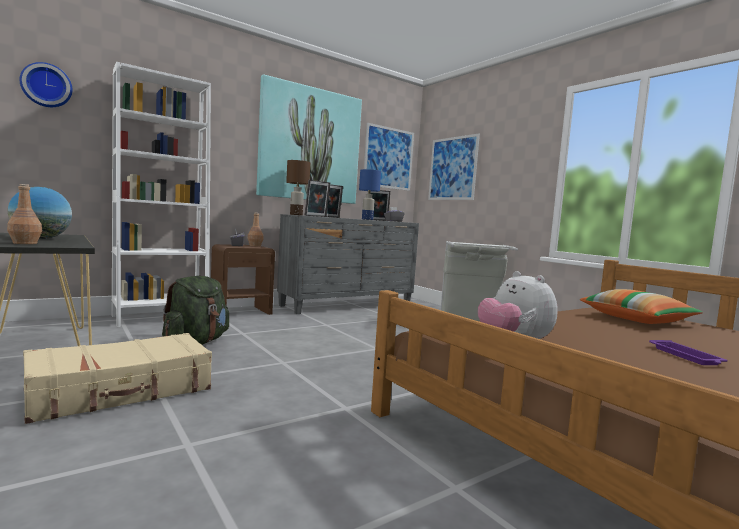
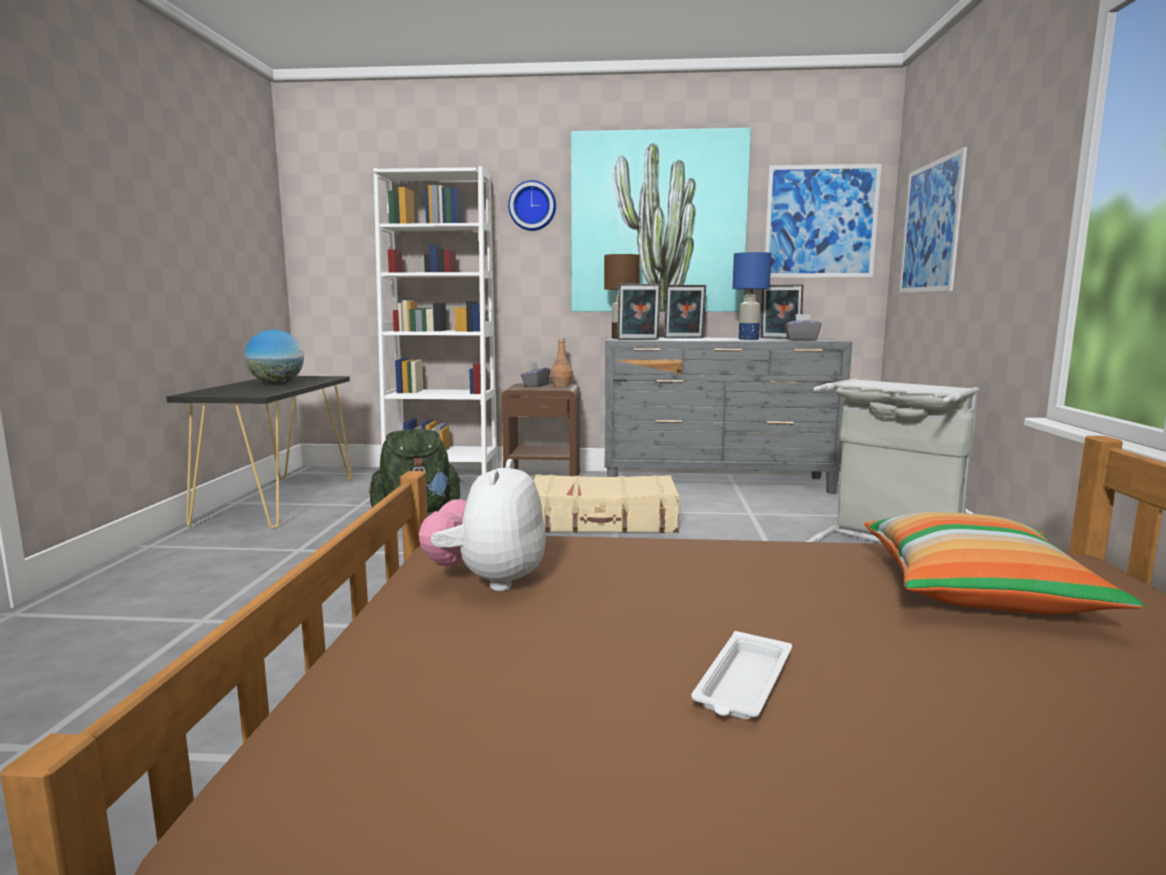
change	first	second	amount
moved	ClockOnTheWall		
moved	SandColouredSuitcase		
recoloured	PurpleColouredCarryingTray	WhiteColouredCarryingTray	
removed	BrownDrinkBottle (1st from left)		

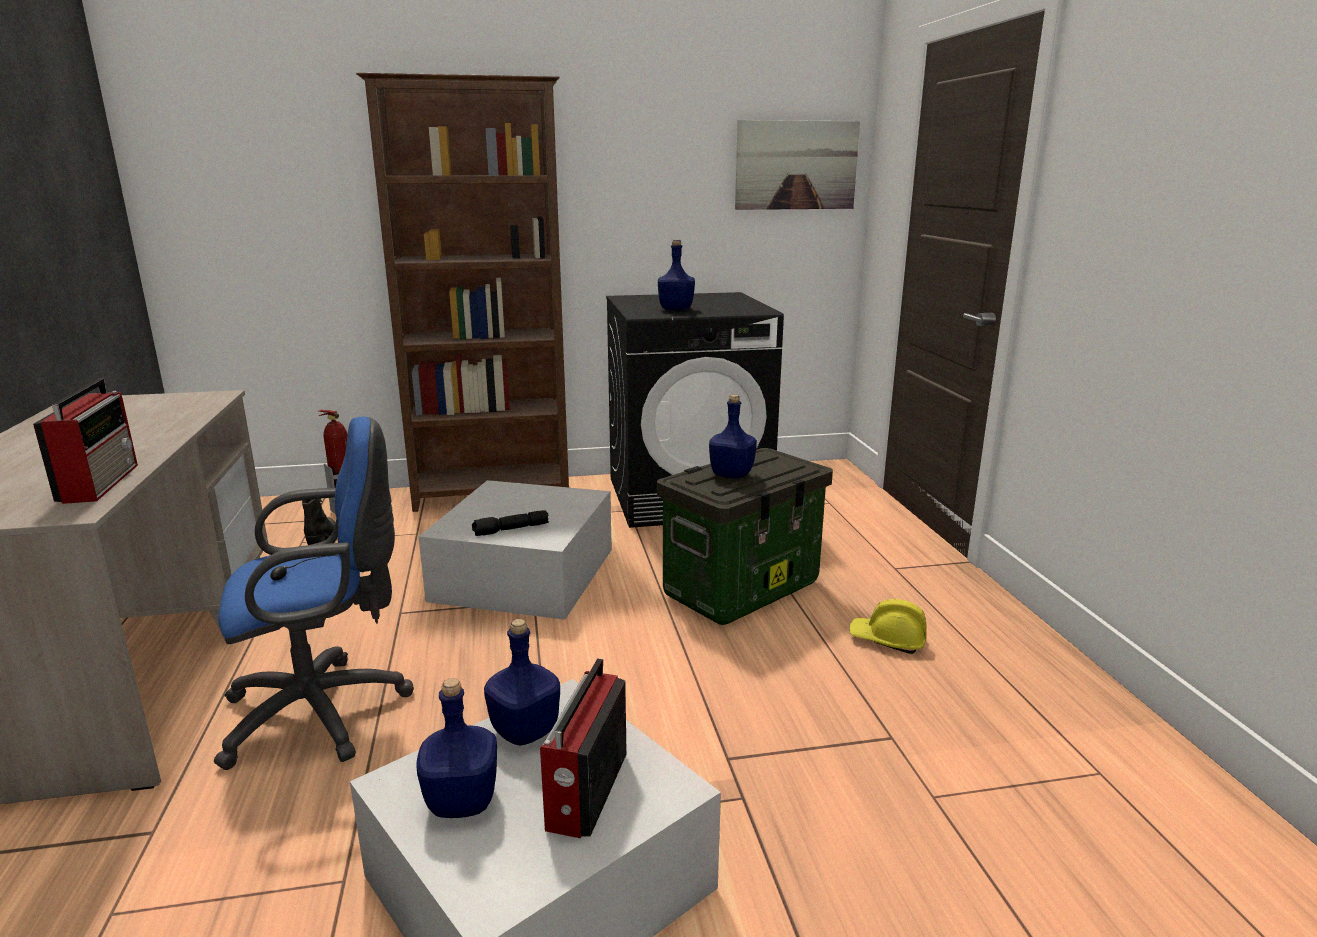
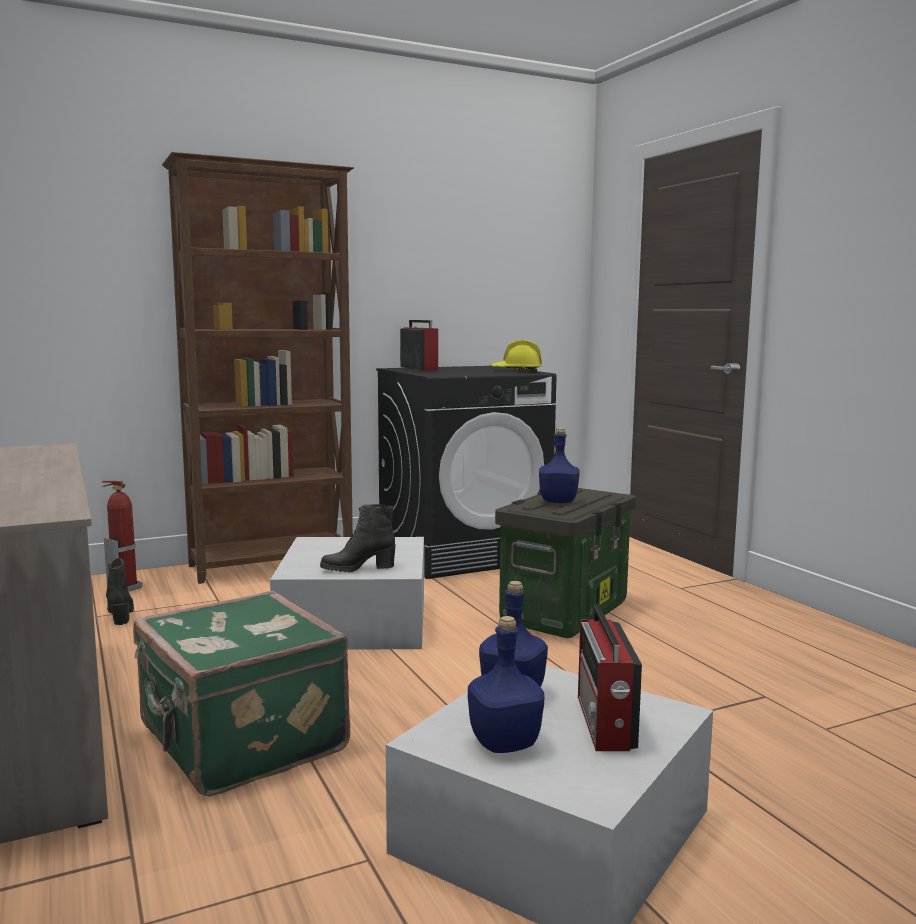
change	first	second	amount
replaced	BlueColouredDeskChair	GreenSuitcase	
replaced	BlackishFlashlight	BlackishTallBoot (2nd from left)	
moved	RadioReceiver (1st from left)		
moved	YellowSafetyHelmet		
removed	BlueColouredDrinkBottle (3rd from left)		
removed	WallArt		

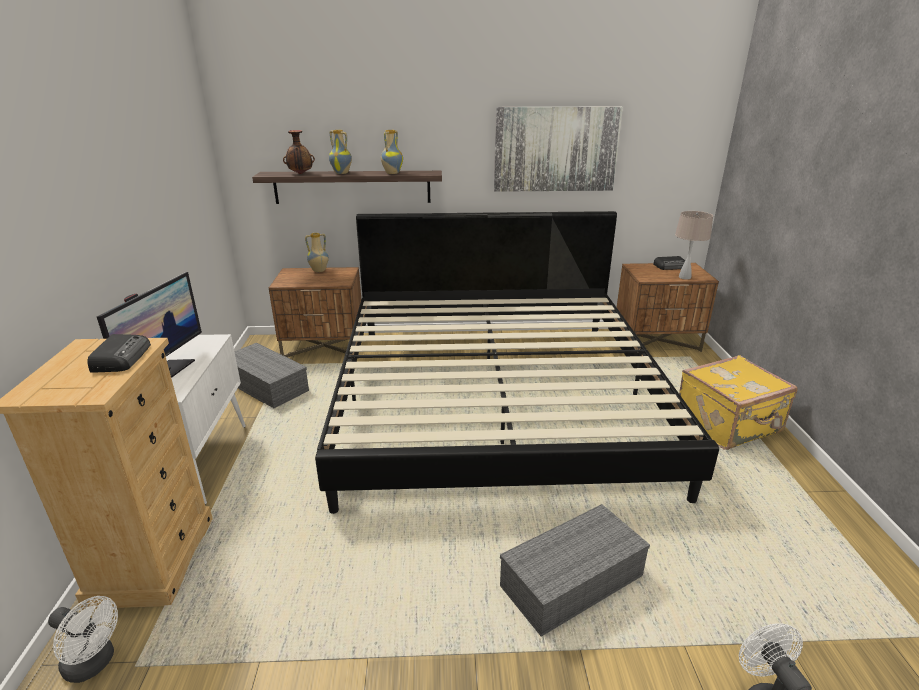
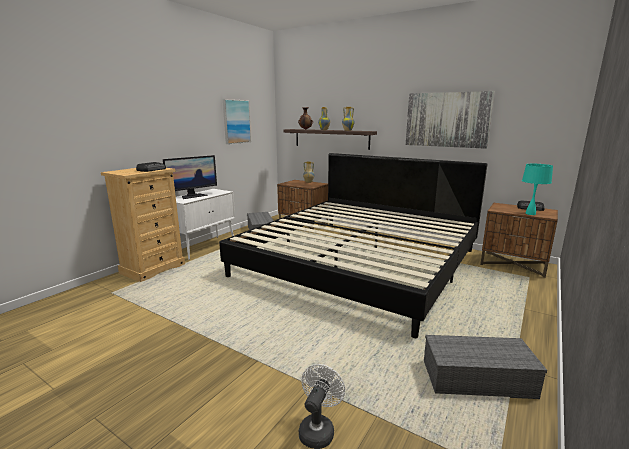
change	first	second	amount
added		WallArt (1st from left)	
moved	GreyStorageBox (2nd from left)		
recoloured	SandColouredTableLamp	TurquoiseTableLamp	
removed	WhiteColouredFan (1st from left)		
removed	YellowSuitcase		

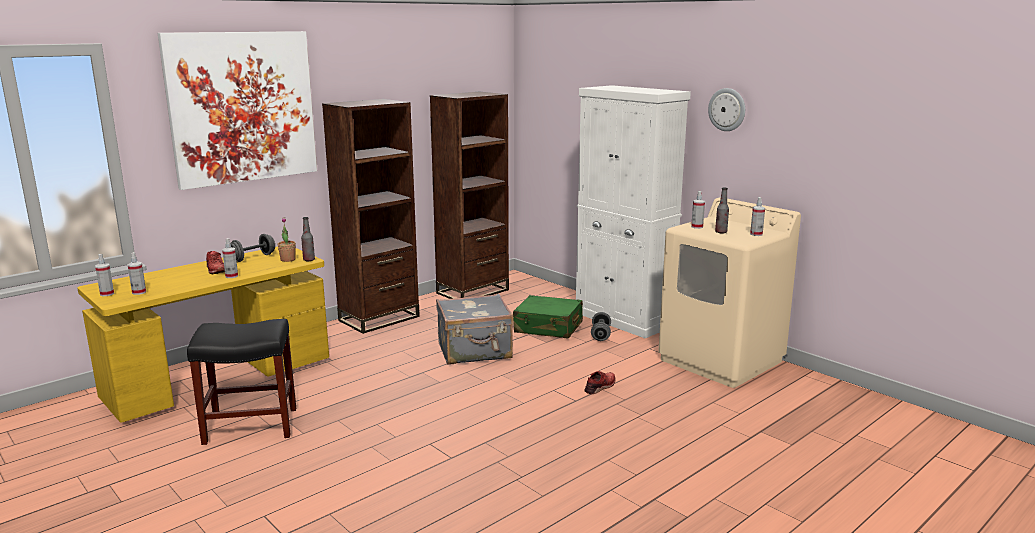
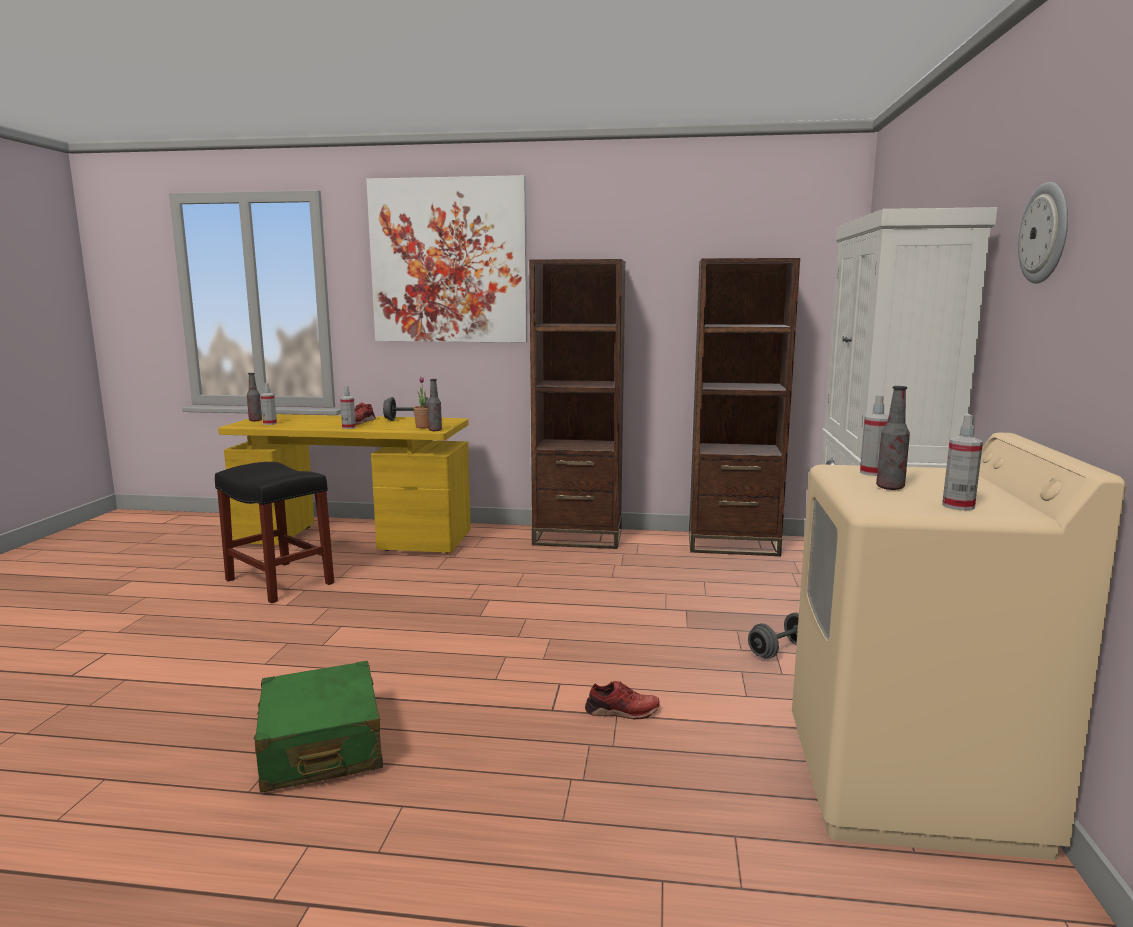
change	first	second	amount
replaced	Sprayer (1st from left)	DrinkBottle (1st from left)	
moved	GreenSuitcase		
removed	GreySuitcase		

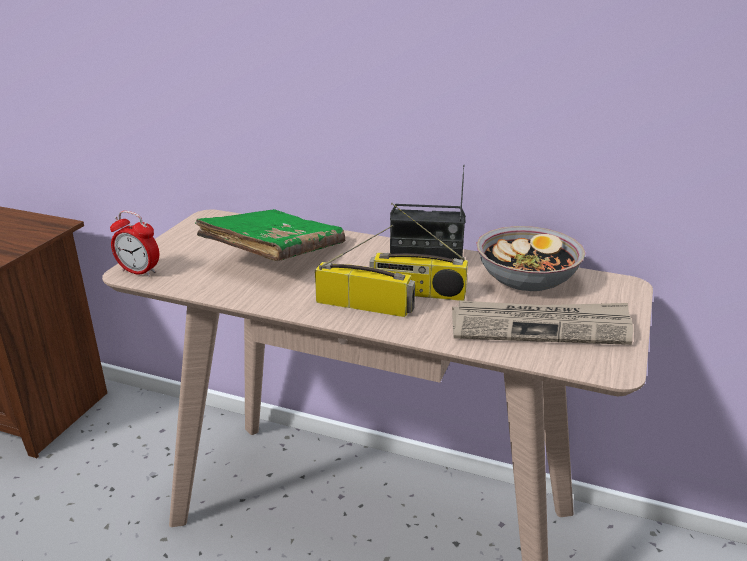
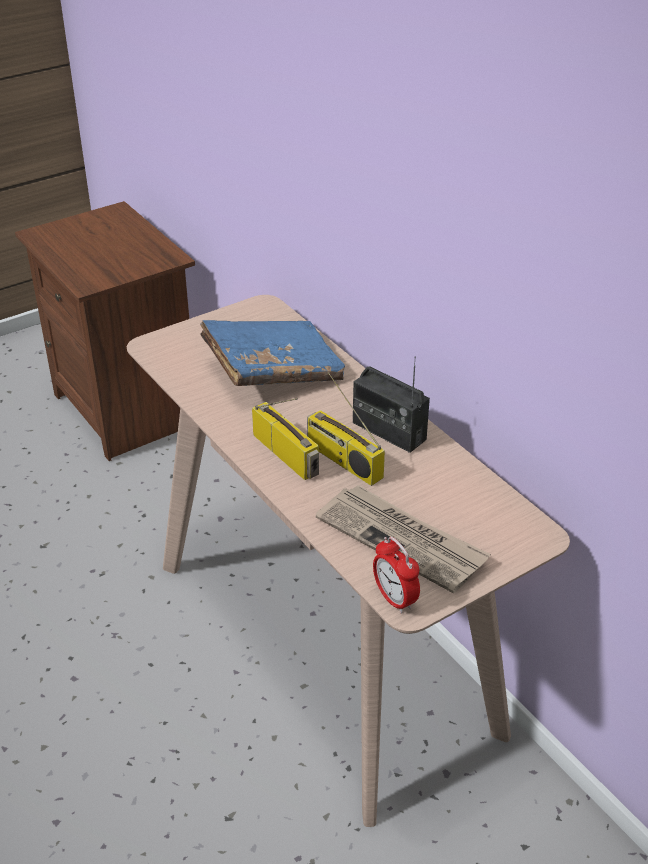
change	first	second	amount
recoloured	GreenBook	BlueColouredBook	
moved	AlarmClock		
removed	DeepDish		

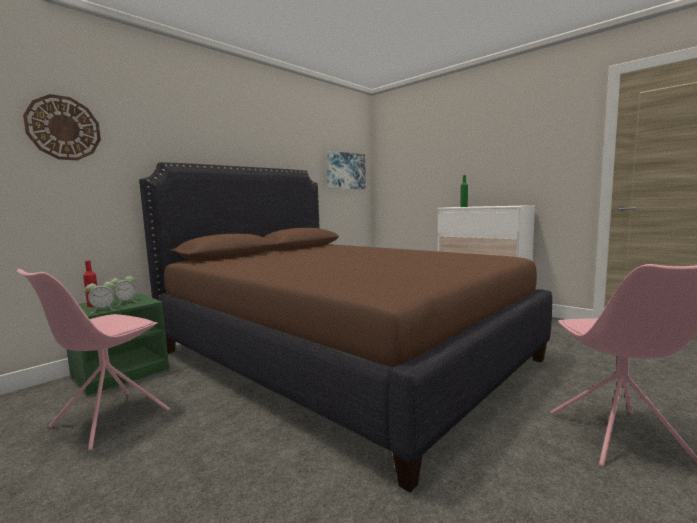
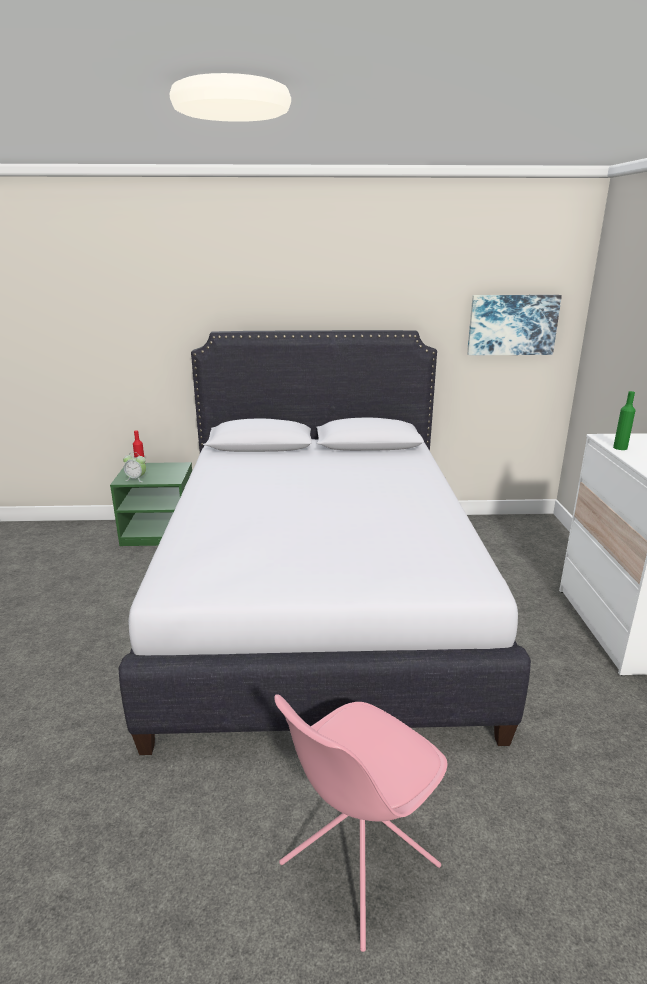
change	first	second	amount
recoloured	BrownBed	WhiteColouredBed	
removed	PinkColouredPlainChair (1st from left)		
removed	ClockOnTheWall		
removed	AlarmClock (2nd from left)		

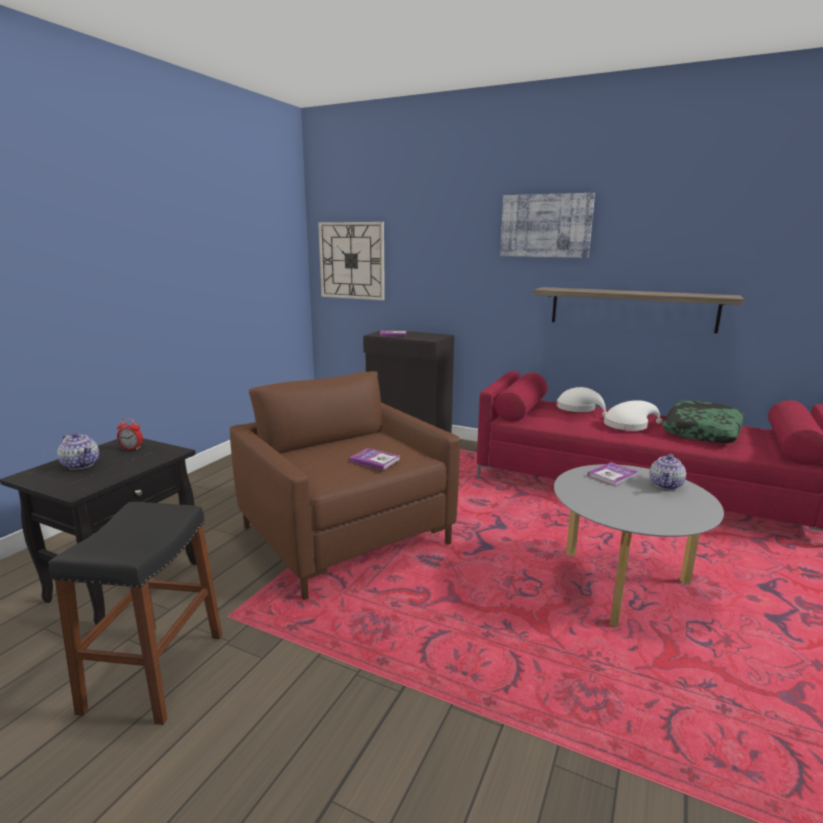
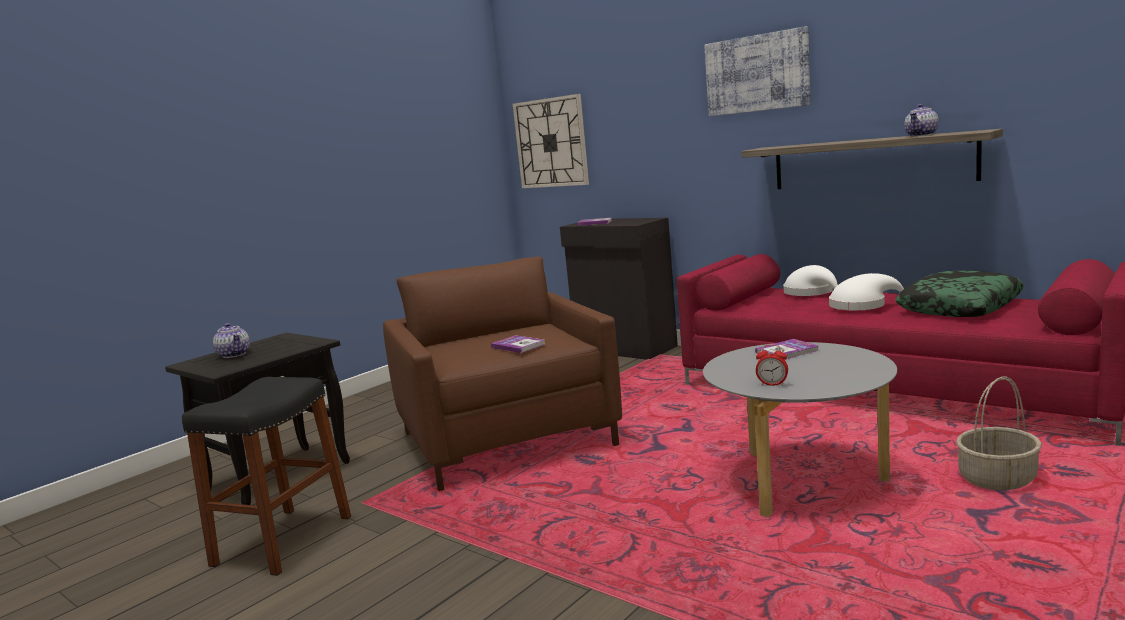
change	first	second	amount
moved	AlarmClock		
moved	Teapot (2nd from left)		
added		HouseholdBasket	

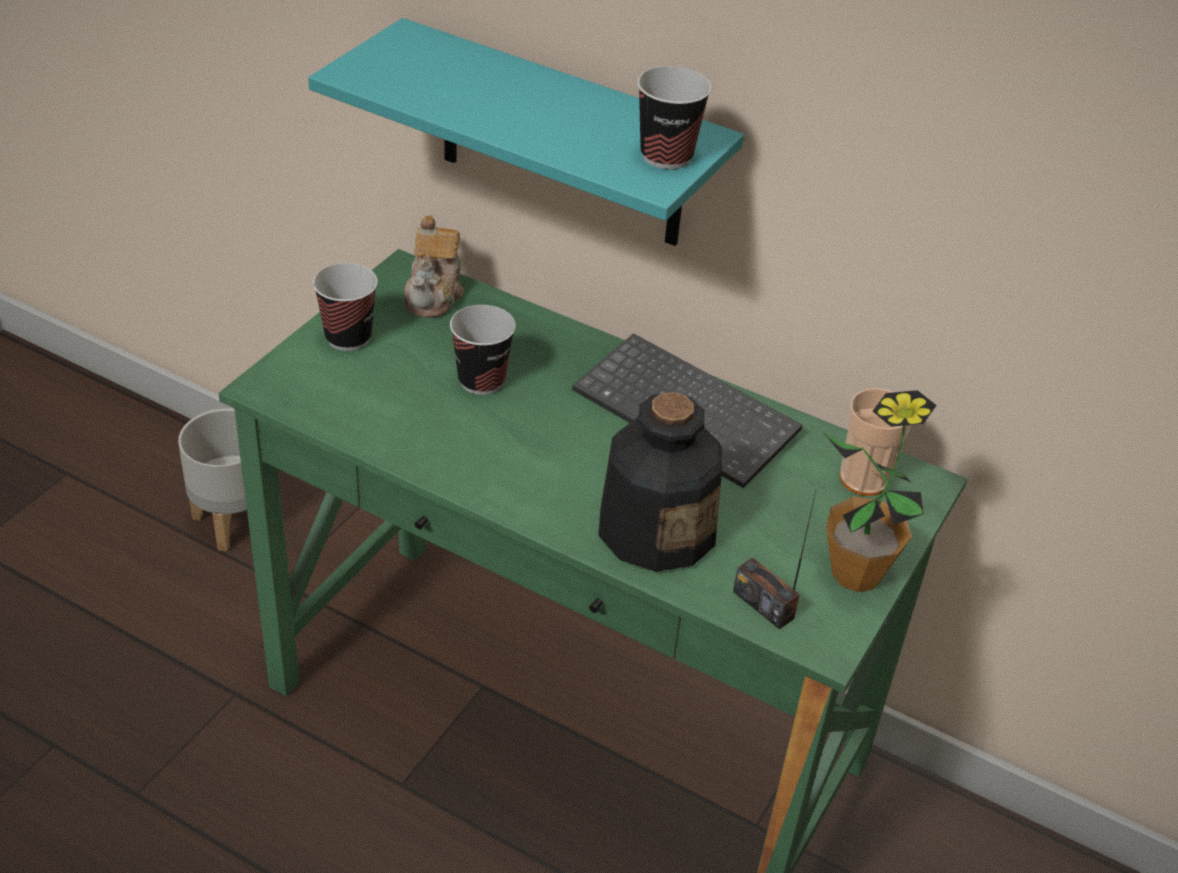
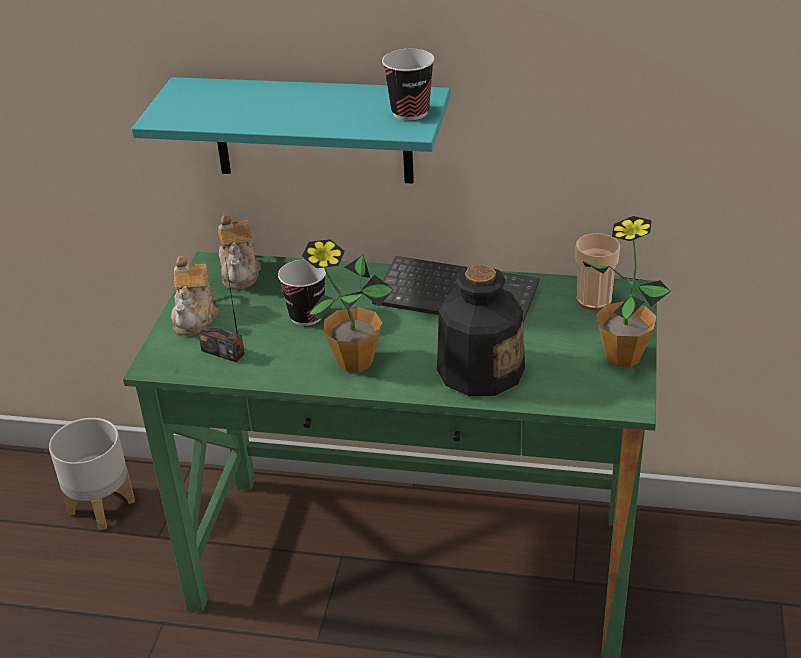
change	first	second	amount
replaced	DrinkingCup (1st from left)	Teapot (1st from left)	
moved	RadioReceiver		
added		PottedPlant (1st from left)	

